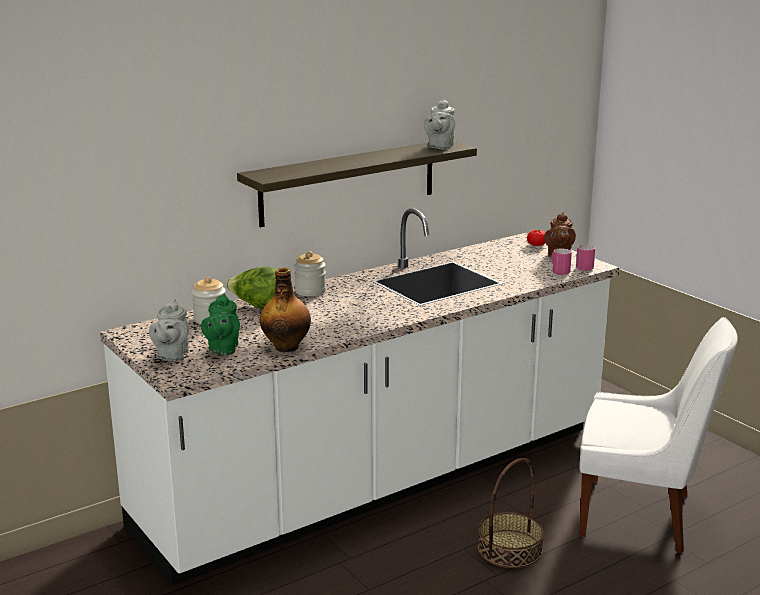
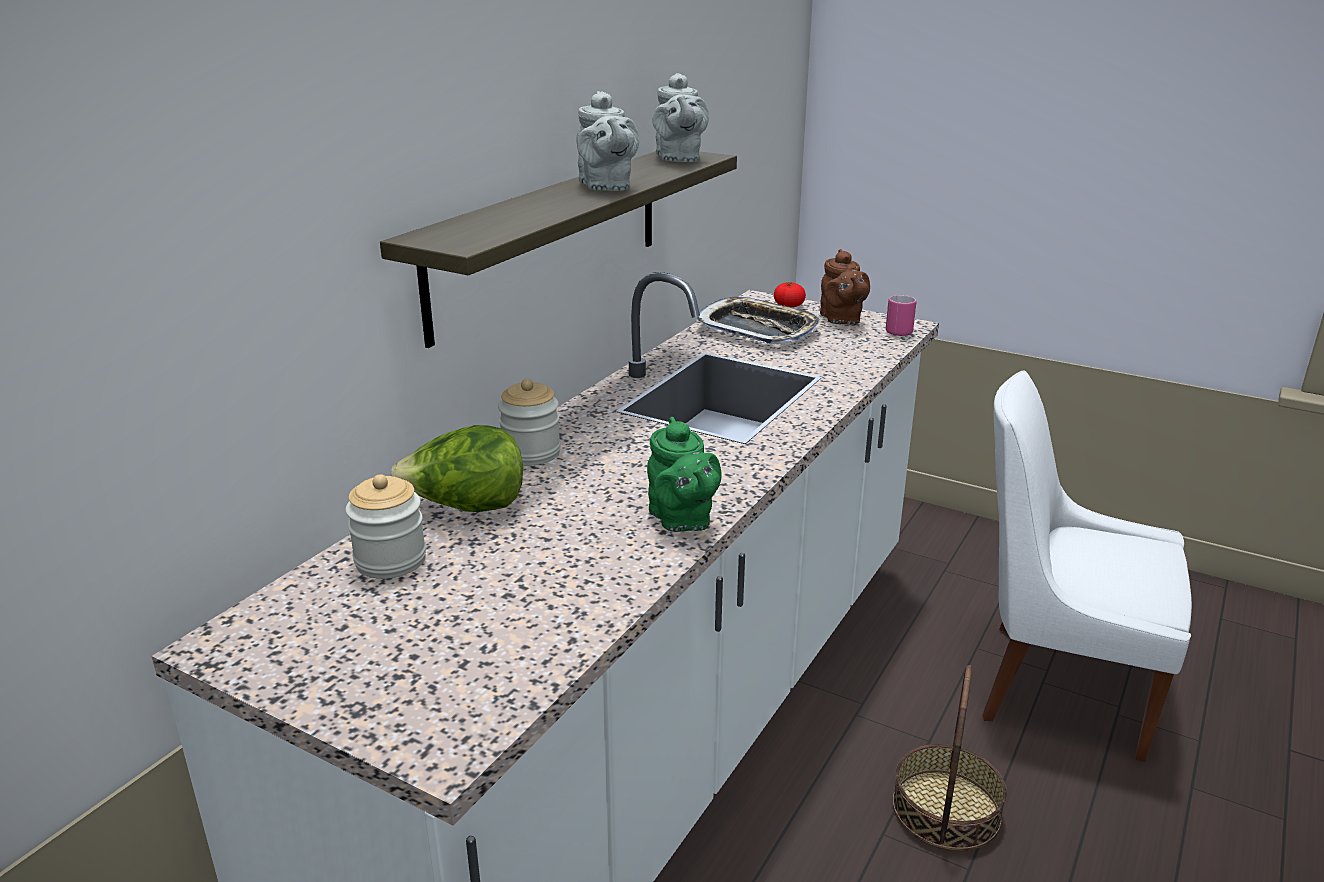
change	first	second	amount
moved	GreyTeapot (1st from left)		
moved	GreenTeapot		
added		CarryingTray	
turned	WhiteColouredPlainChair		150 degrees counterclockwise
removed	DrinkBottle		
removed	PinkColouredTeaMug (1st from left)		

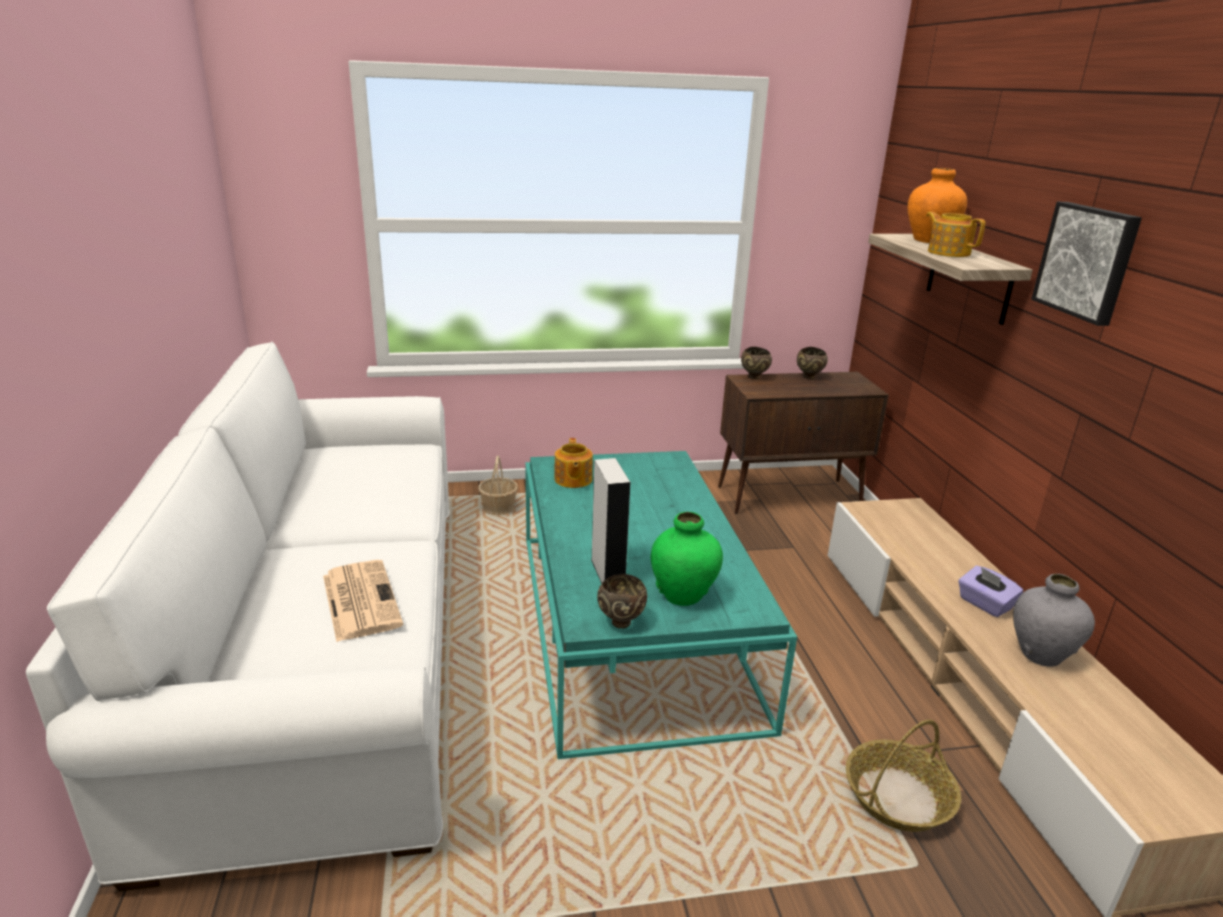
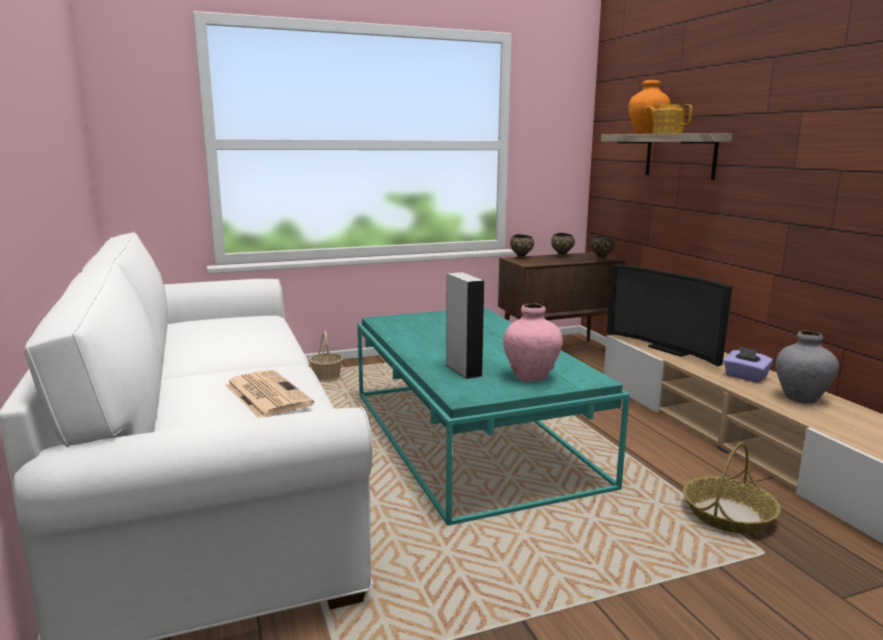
change	first	second	amount
recoloured	GreenFlowerVase	PinkColouredFlowerVase	
moved	BrownDeepDish (1st from left in the first image)	BrownDeepDish (3rd from left)	
added		Television	
removed	Teapot (1st from left)		
removed	WallArt		

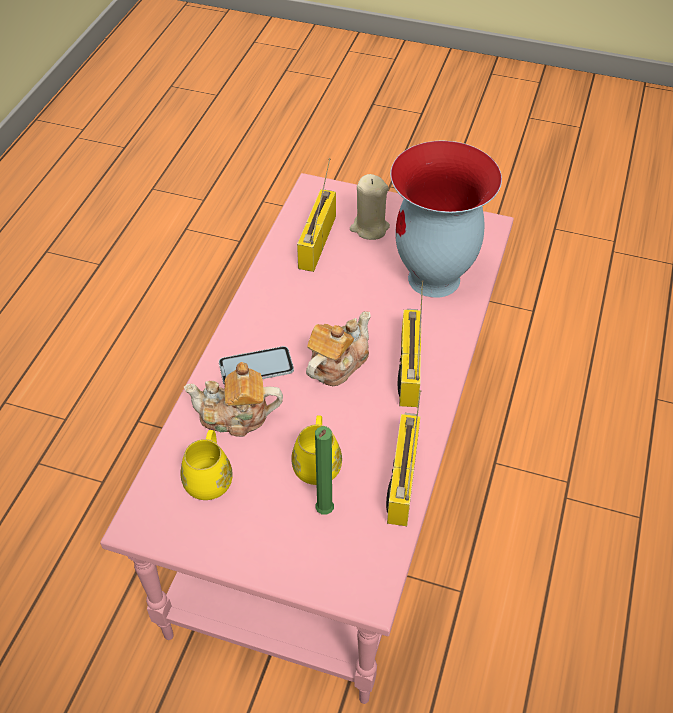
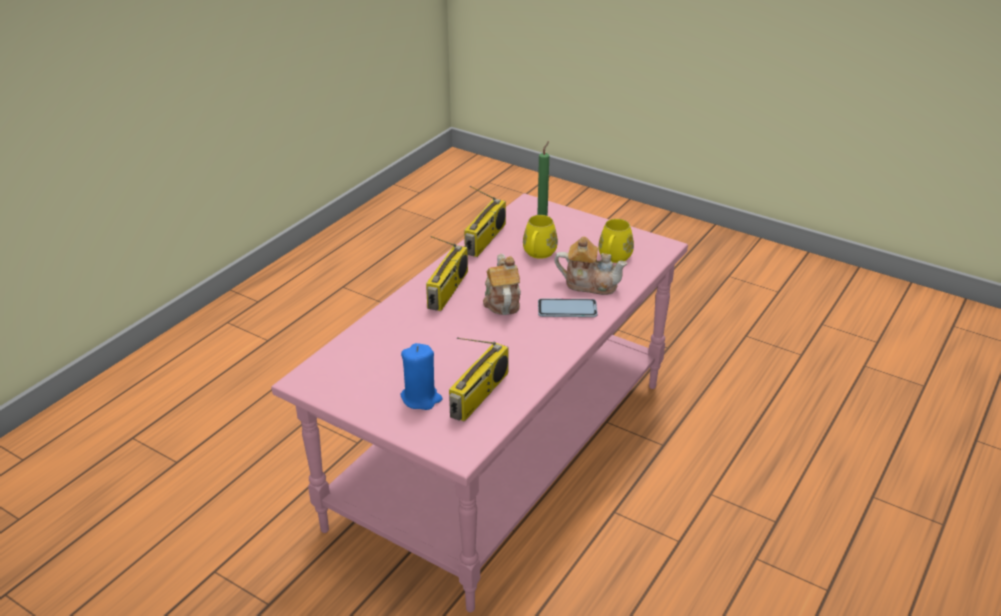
change	first	second	amount
recoloured	SandColouredWaxCandle	BlueColouredWaxCandle	
turned	Teapot (2nd from left in the first image)	Teapot (1st from left)	120 degrees clockwise
removed	FlowerVase		

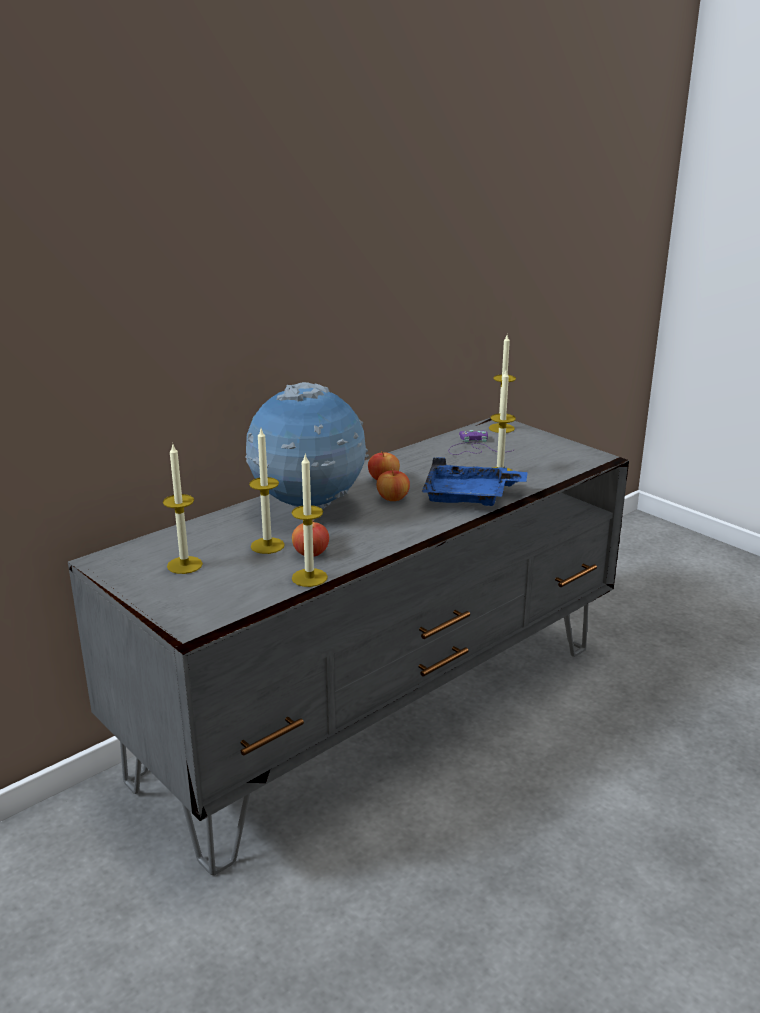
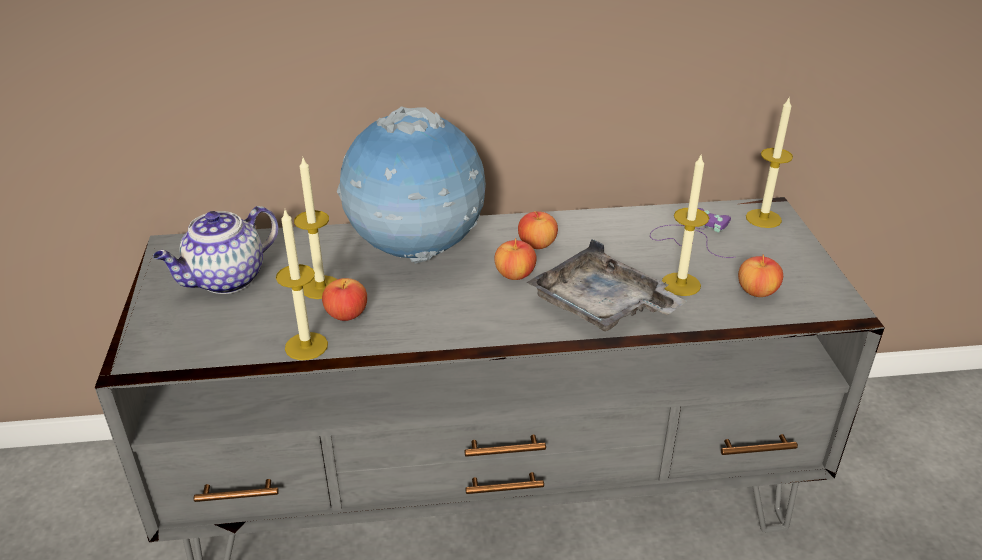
change	first	second	amount
replaced	WaxCandle (1st from left)	Teapot	
recoloured	BlueColouredCarryingTray	GreyCarryingTray	
added		WholeApple (4th from left)	

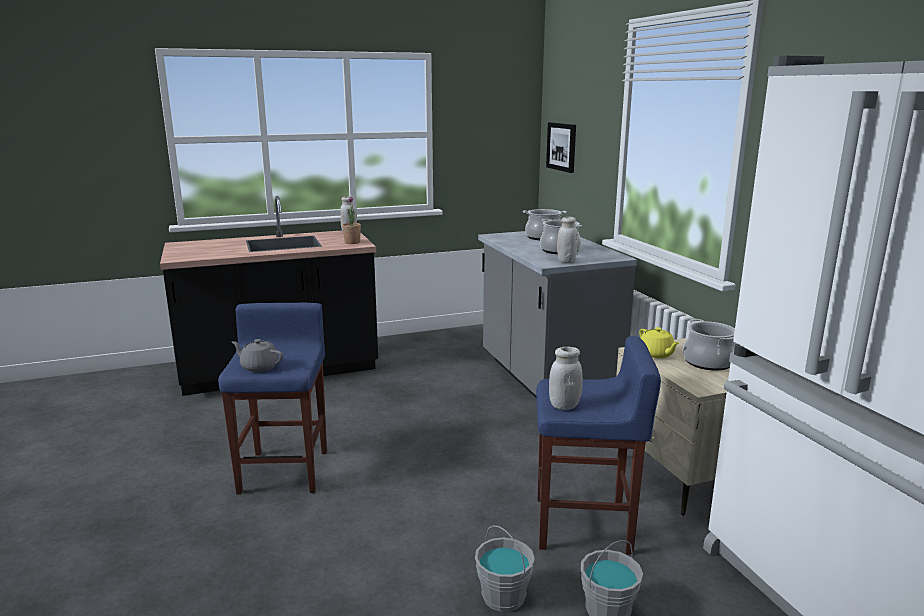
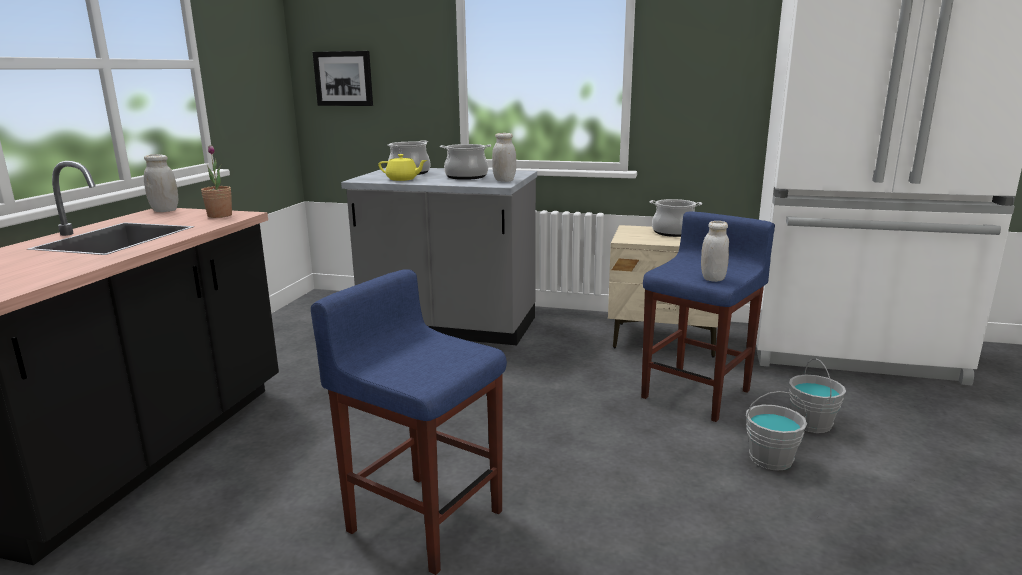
change	first	second	amount
moved	YellowTeapot		
removed	GreyTeapot		

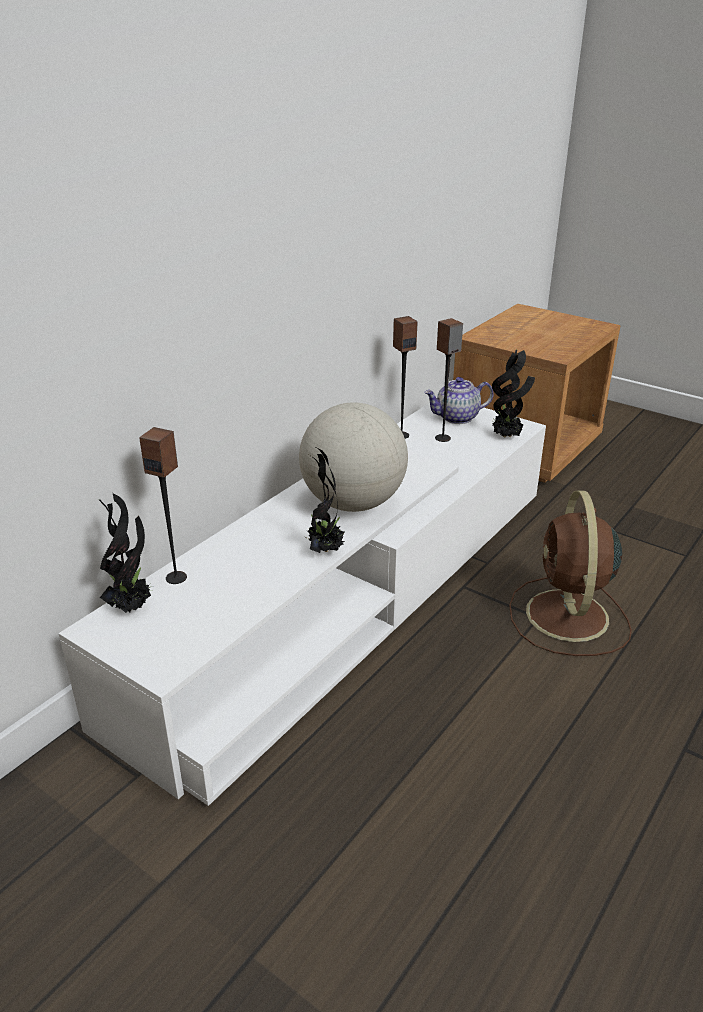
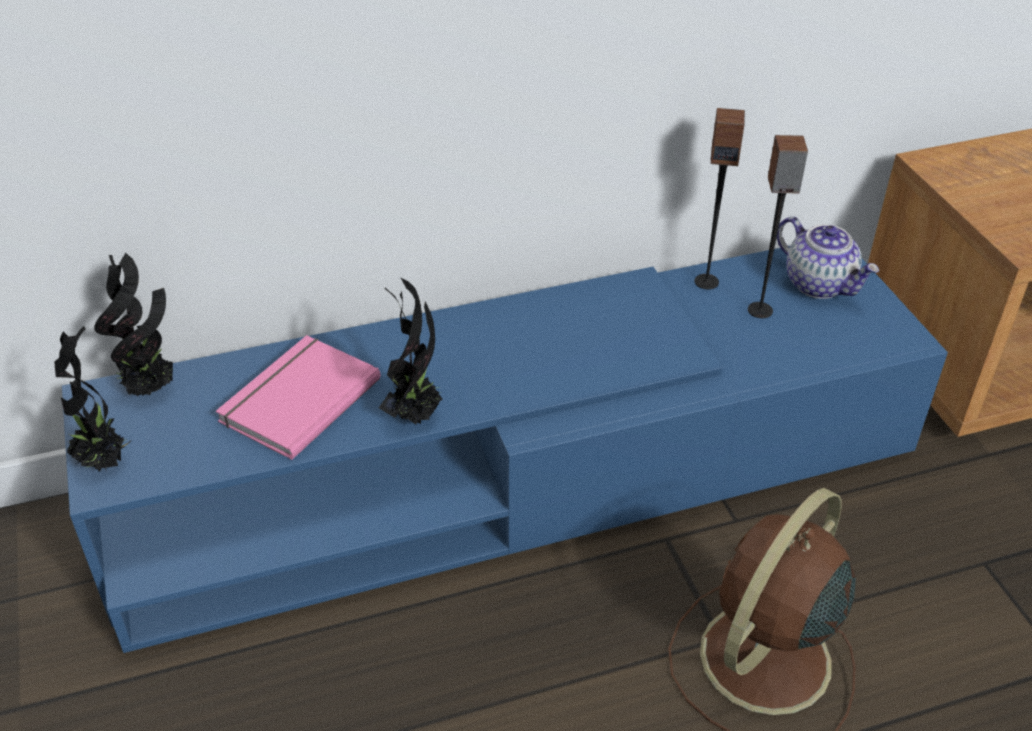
change	first	second	amount
moved	PottedPlant (3rd from left in the first image)	PottedPlant (1st from left)	
recoloured	WhiteColouredTvStand	BlueColouredTvStand	
added		PinkColouredBook	
turned	Teapot		150 degrees counterclockwise
removed	AudioSpeaker (1st from left)		
removed	DeskGlobe		

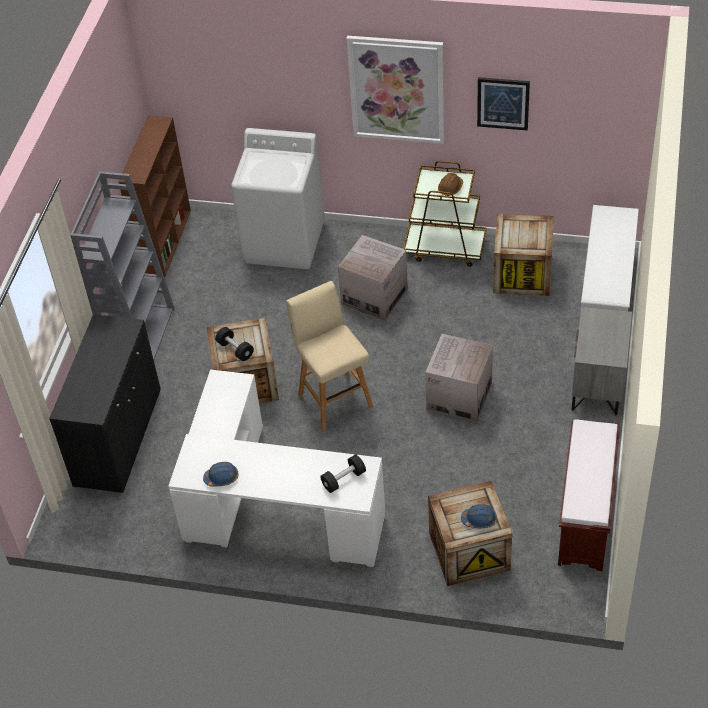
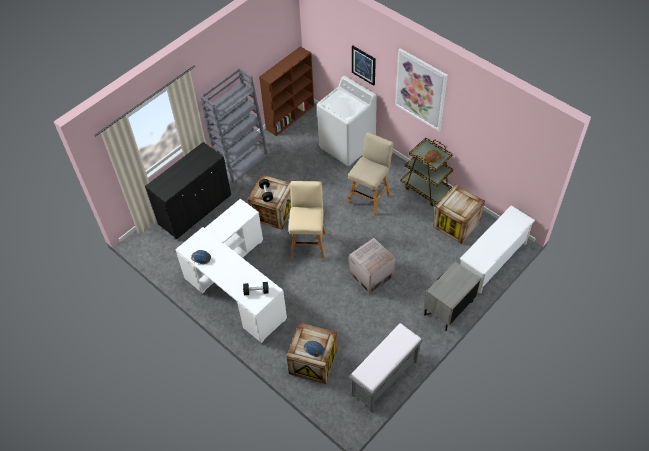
change	first	second	amount
replaced	PackingBox (1st from left)	SandColouredStool (2nd from left)	
recoloured	BrownLongSeat	GreyLongSeat	
moved	WallArt (2nd from left in the first image)	WallArt (1st from left)	

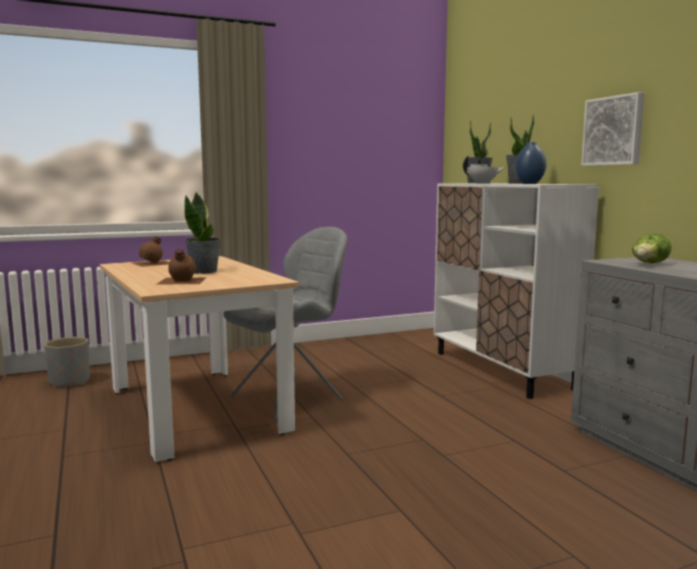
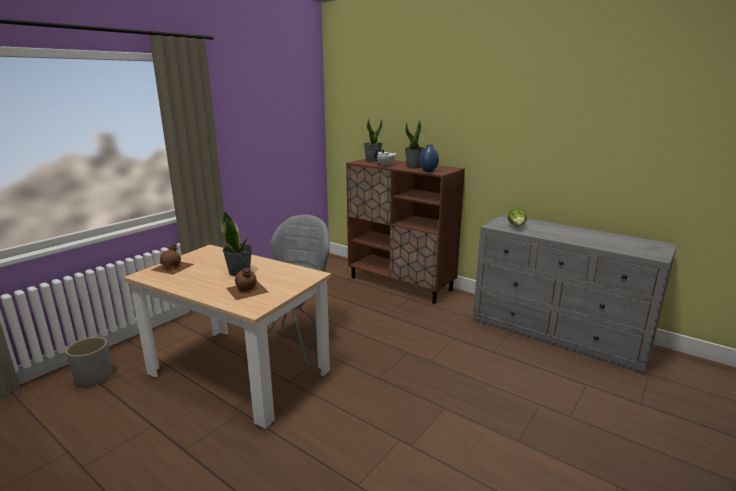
change	first	second	amount
recoloured	WhiteColouredCupboard	BrownCupboard	
removed	WallArt		

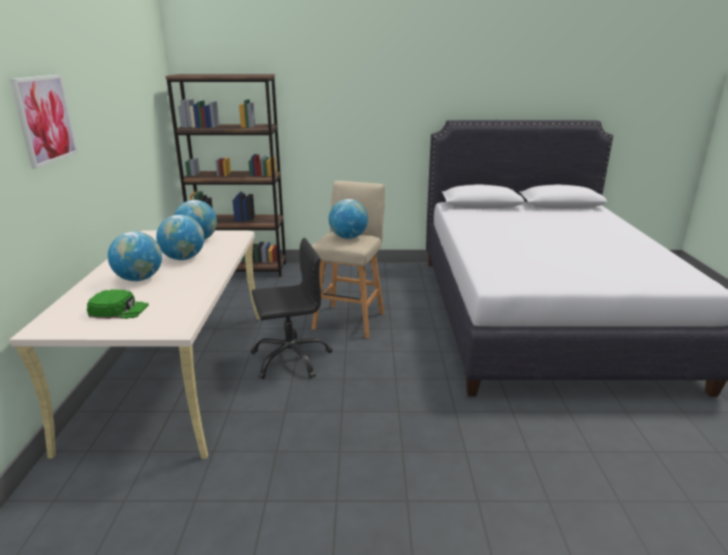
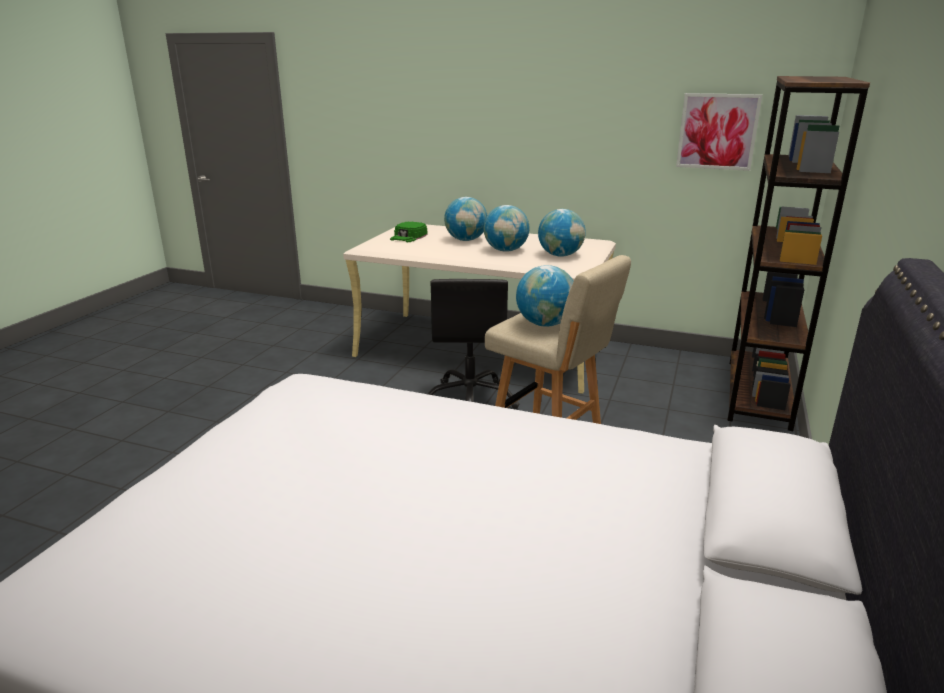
change	first	second	amount
moved	WallArt		

